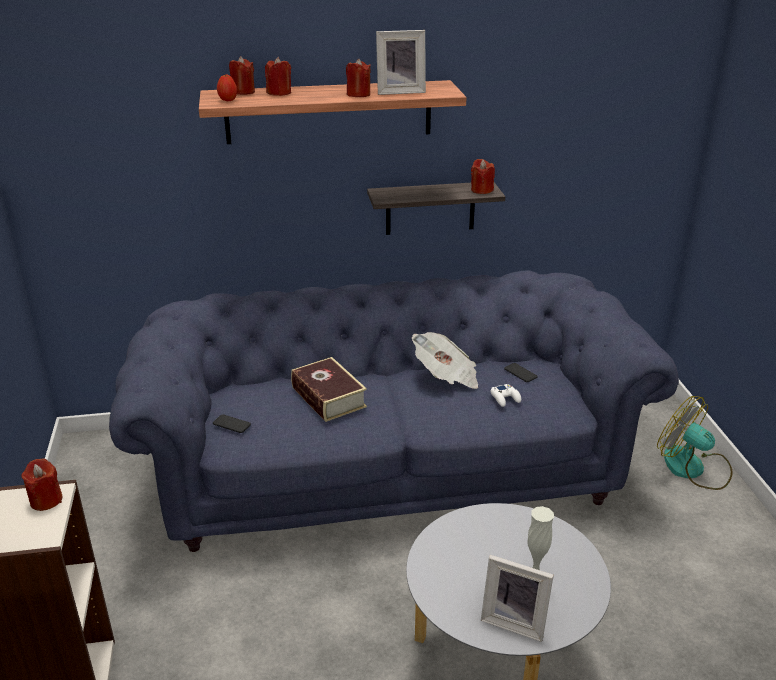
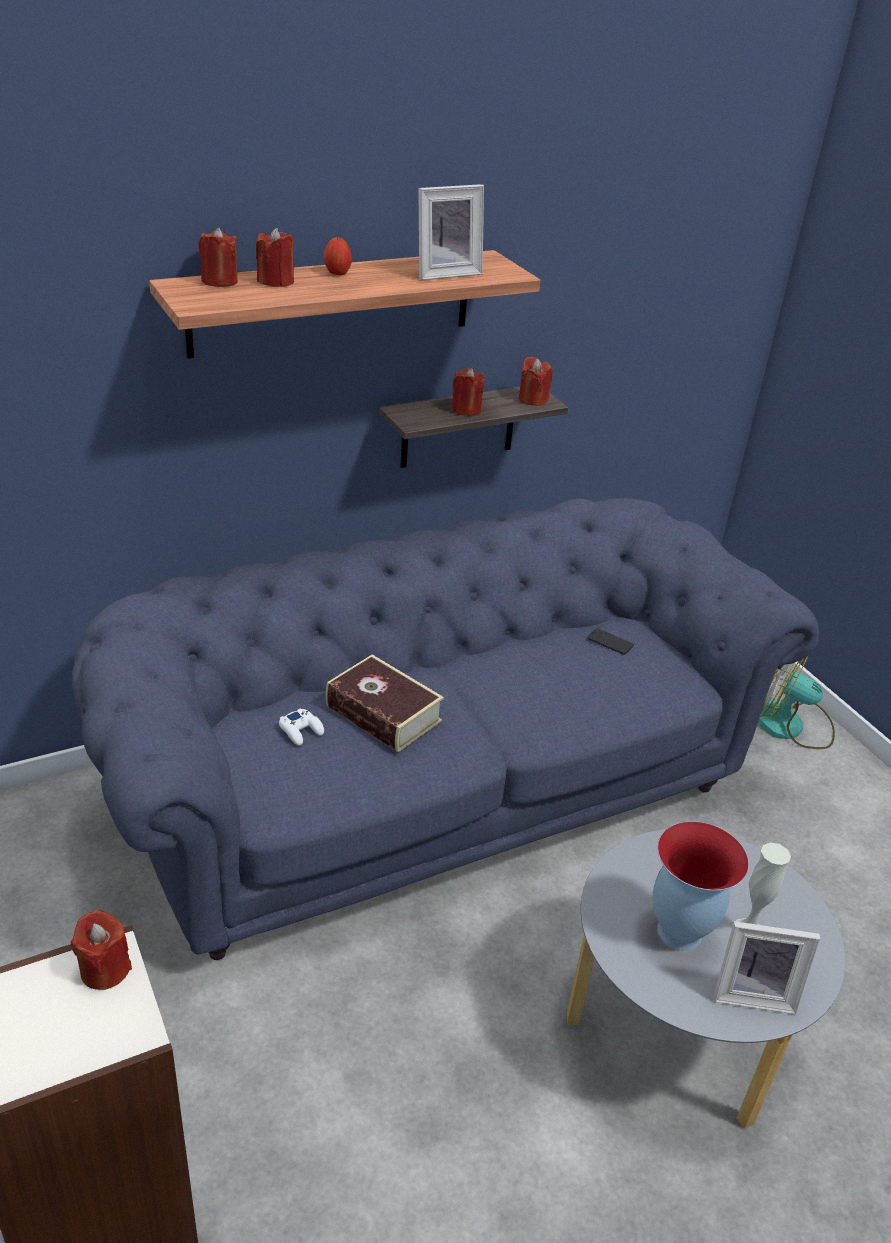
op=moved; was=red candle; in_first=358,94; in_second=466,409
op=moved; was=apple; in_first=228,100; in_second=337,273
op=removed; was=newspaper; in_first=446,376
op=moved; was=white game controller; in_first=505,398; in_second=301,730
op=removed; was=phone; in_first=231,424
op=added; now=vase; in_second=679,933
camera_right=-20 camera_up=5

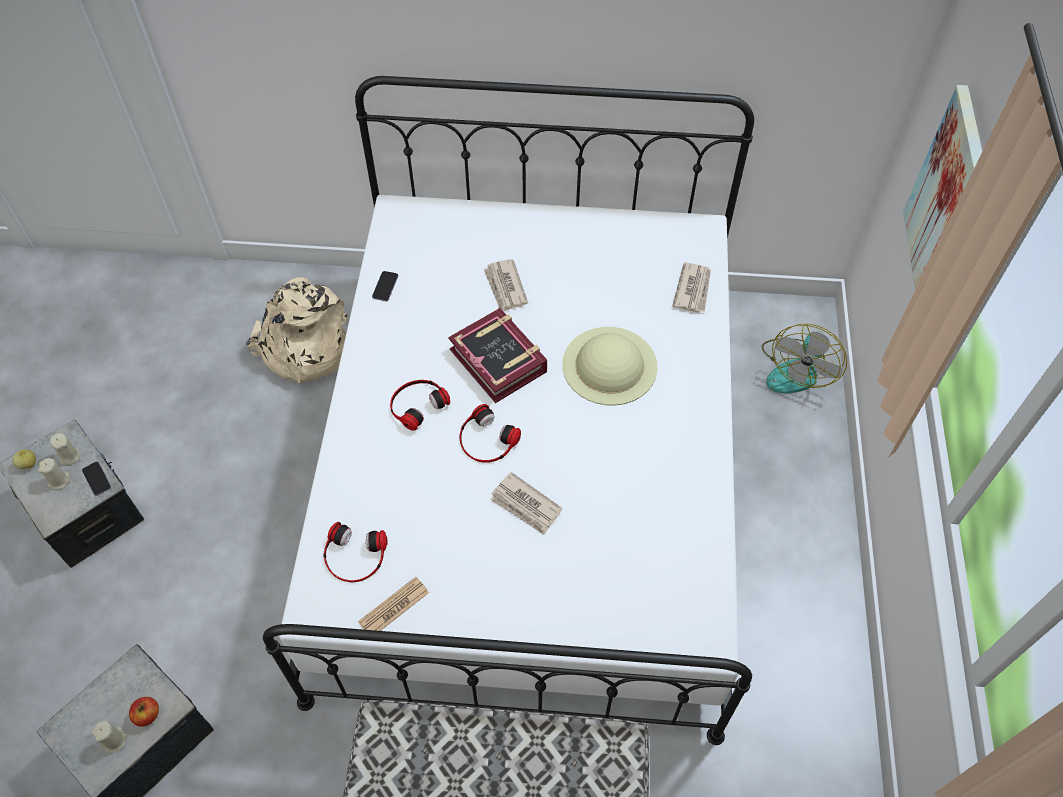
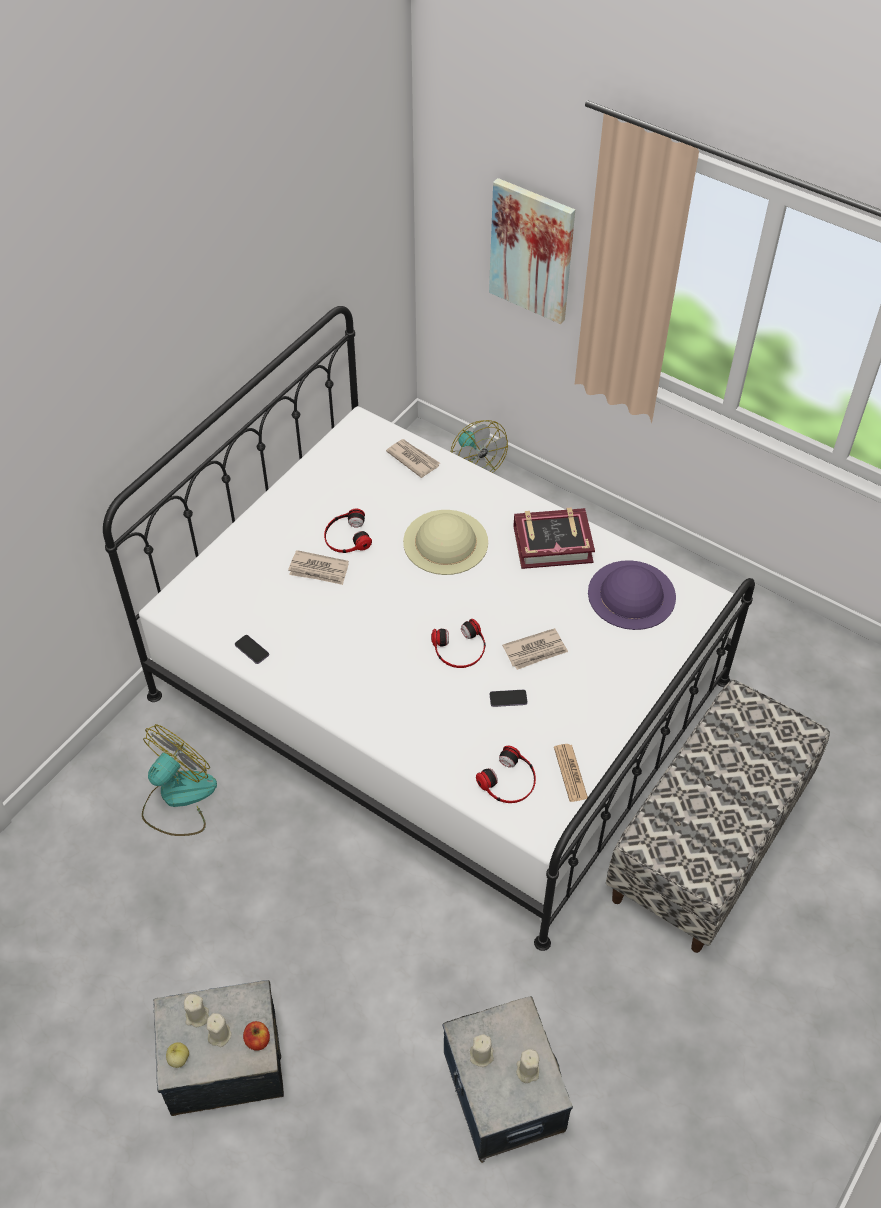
op=replaced; was=beige backpack; now=fan; in_first=304,348; in_second=178,798
op=moved; was=book; in_first=499,360; in_second=552,544
op=moved; was=headphones; in_first=417,404; in_second=346,537
op=moved; was=phone; in_first=97,479; in_second=508,699
op=moved; was=apple; in_first=147,715; in_second=257,1040
op=added; now=purple hat; in_second=631,594
op=added; now=beige candle; in_second=481,1055
camera_right=-60 camera_up=-5

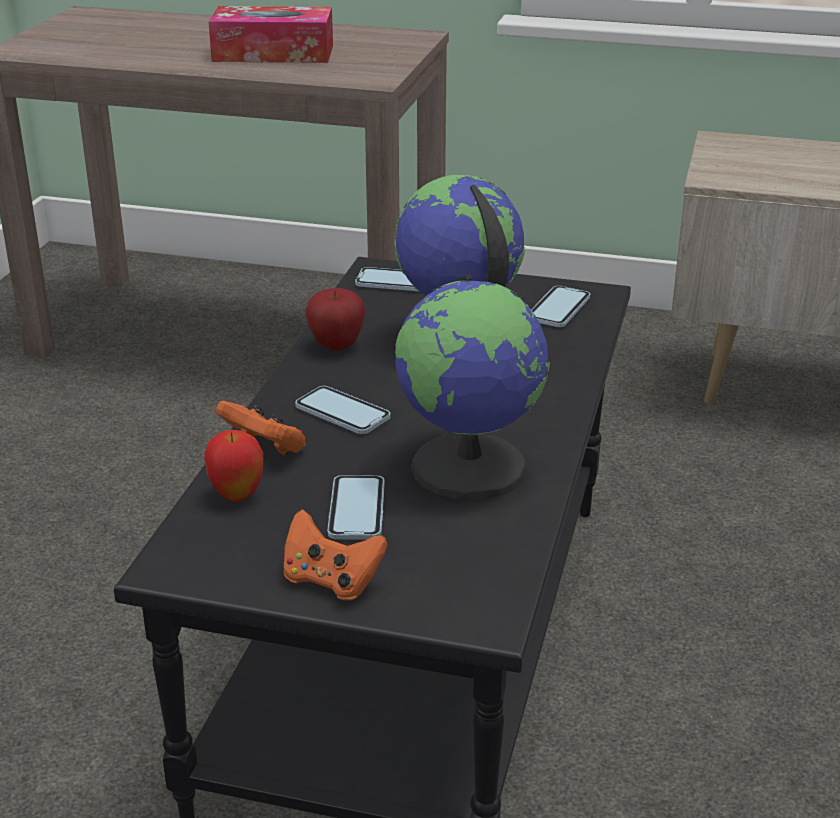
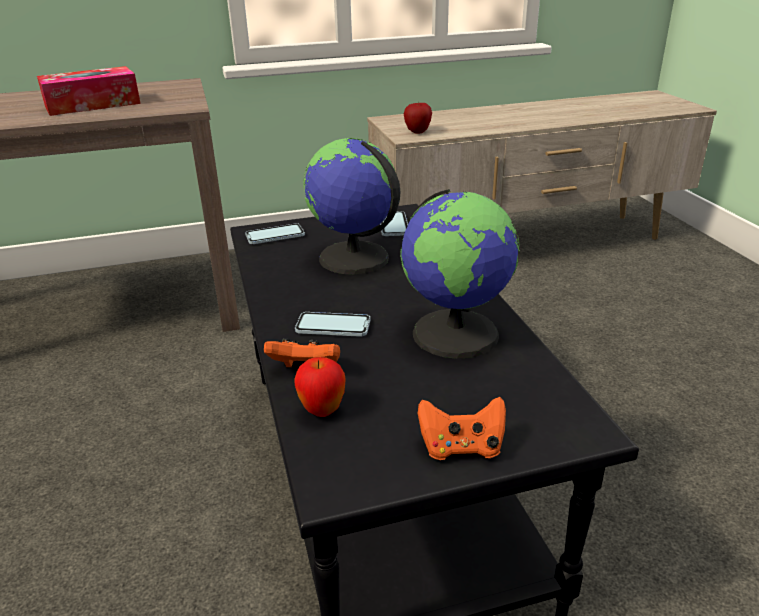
op=moved; was=apple; in_first=336,346; in_second=417,132
op=removed; was=phone; in_first=356,510
camera_right=-30 camera_up=0

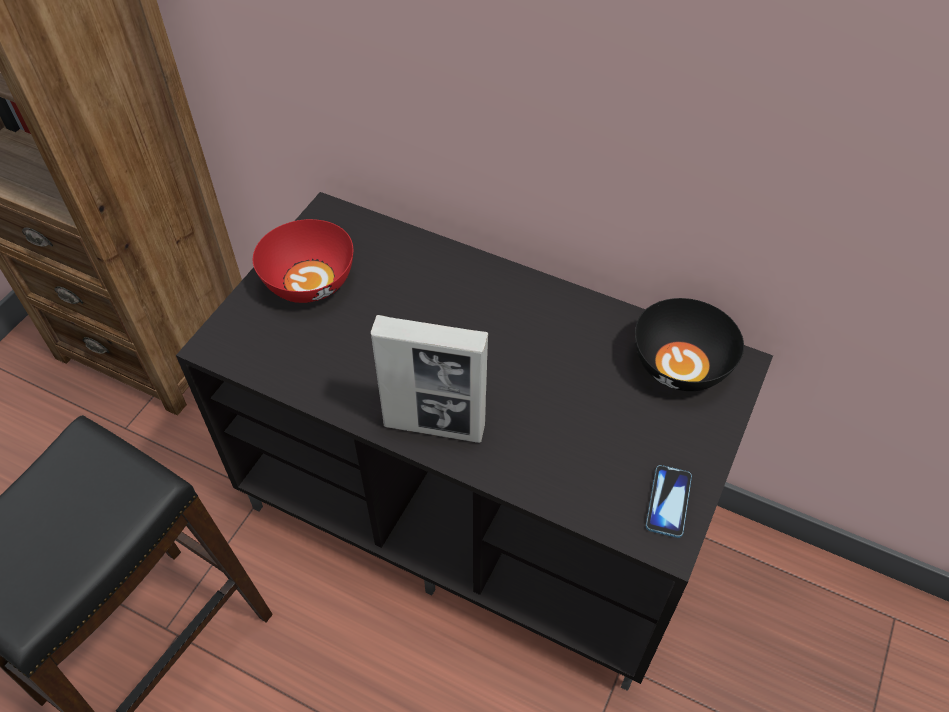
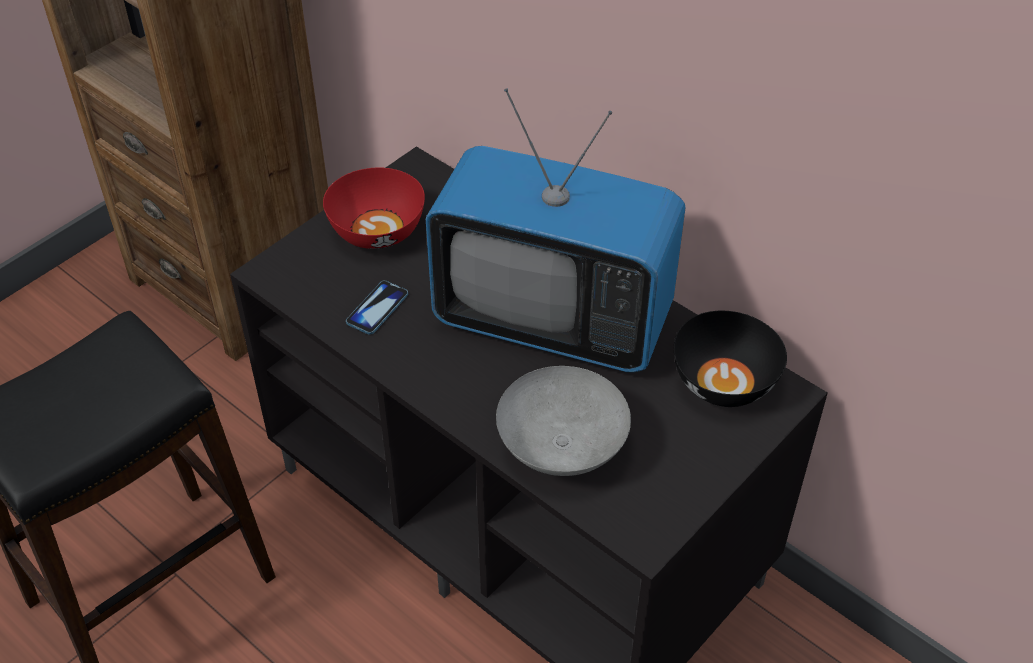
op=removed; was=picture frame; in_first=435,426
op=moved; was=phone; in_first=668,502; in_second=377,309
op=added; now=television; in_second=553,319
op=added; now=grey bowl; in_second=560,449
camera_right=15 camera_up=-5

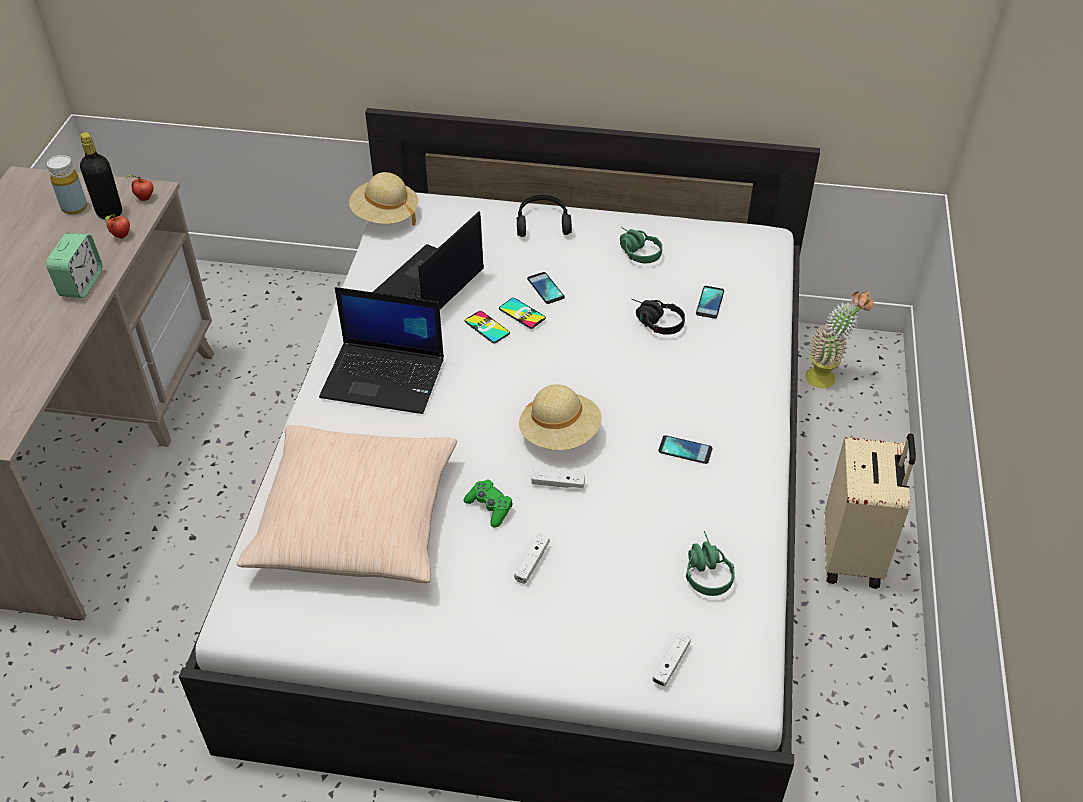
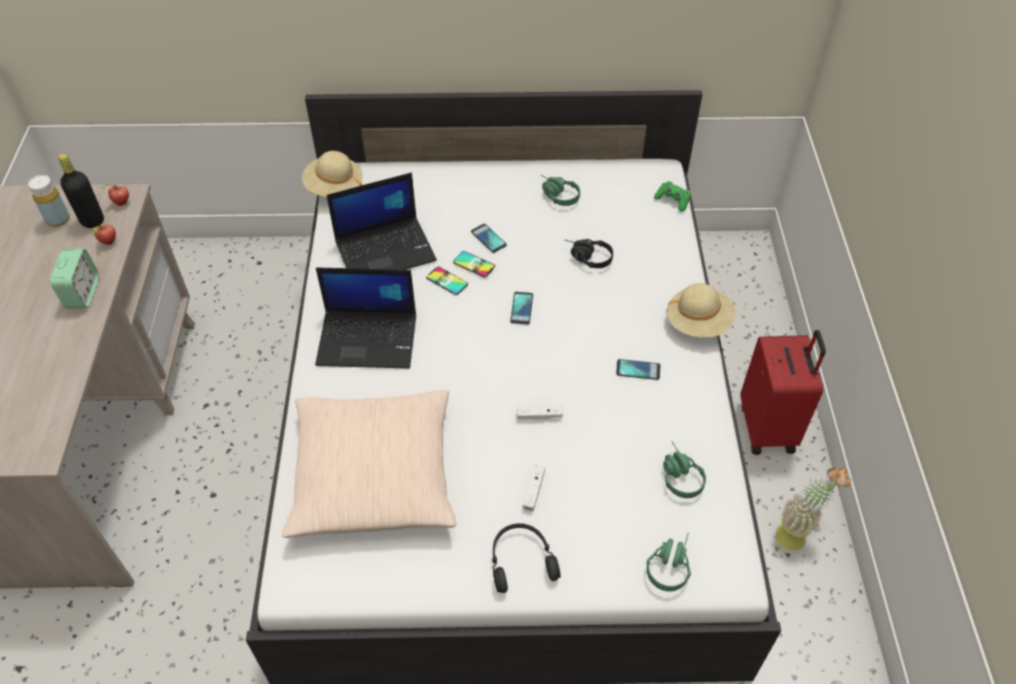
op=moved; was=black headphones; in_first=542,222; in_second=521,560
op=turned; was=laptop; in_first=426,286; in_second=386,250; clockwise=-135
op=moved; was=phone; in_first=710,302; in_second=521,308
op=moved; was=potted plant; in_first=827,376; in_second=797,533
op=moved; was=beige hat; in_first=560,434; in_second=698,322
op=recoloured; was=beige suitcase; now=red suitcase; in_first=853,555; in_second=768,428
op=moved; was=green game controller; in_first=489,507; in_second=672,200
op=replaced; was=white game controller; now=green headphones; in_first=671,664; in_second=669,563
camera_right=-10 camera_up=5

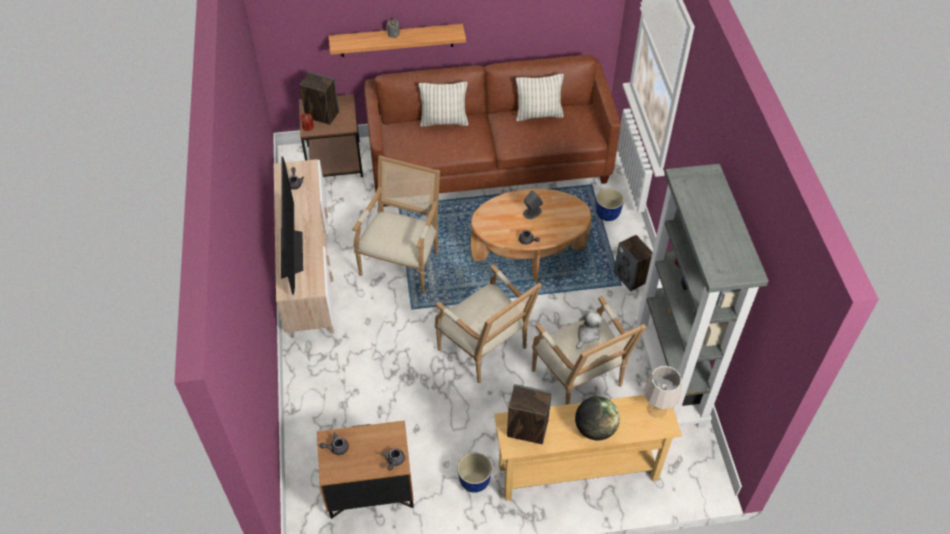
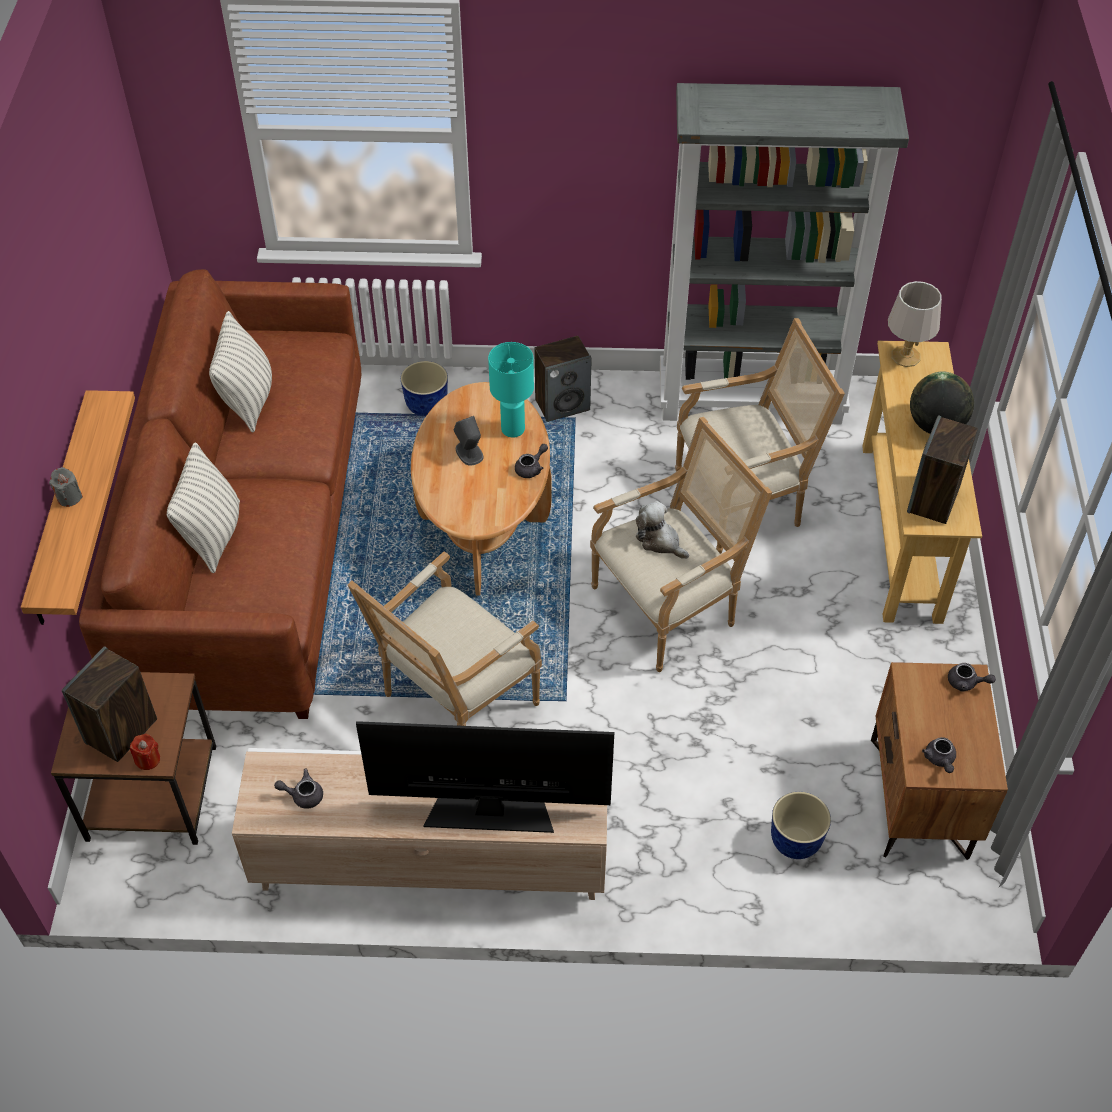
op=turned; was=armchair; in_first=402,261; in_second=453,702; clockwise=-75
op=moved; was=plush toy; in_first=587,334; in_second=660,541
op=moved; was=planter; in_first=474,482; in_second=796,842
op=added; now=turquoise table lamp; in_second=513,429
camera_right=-80 camera_up=0

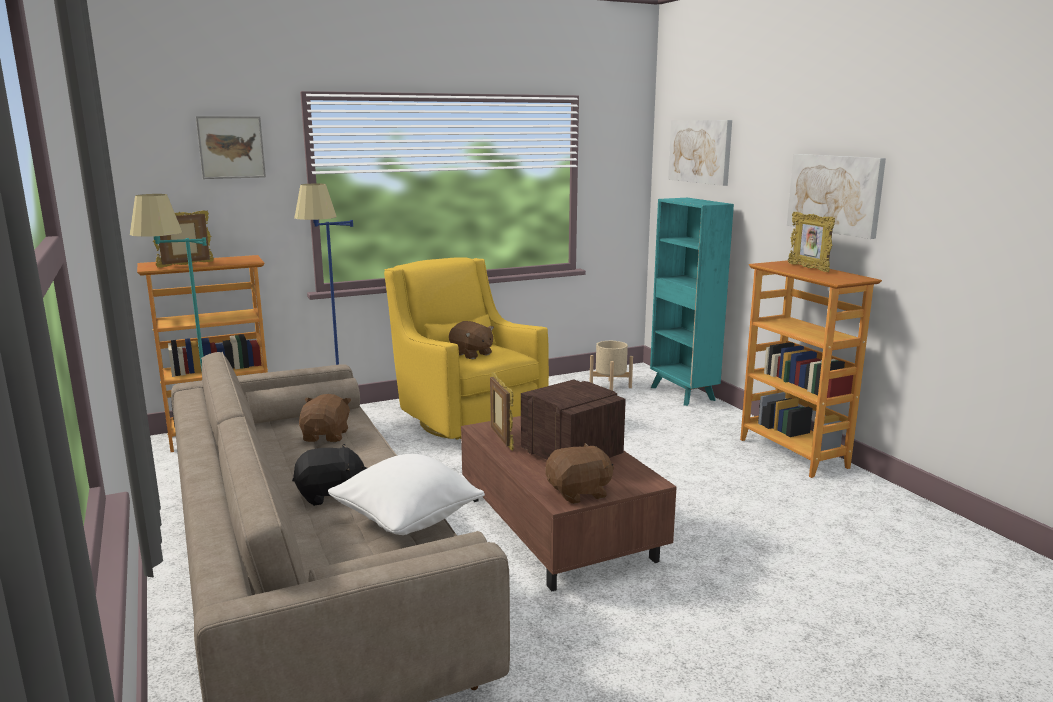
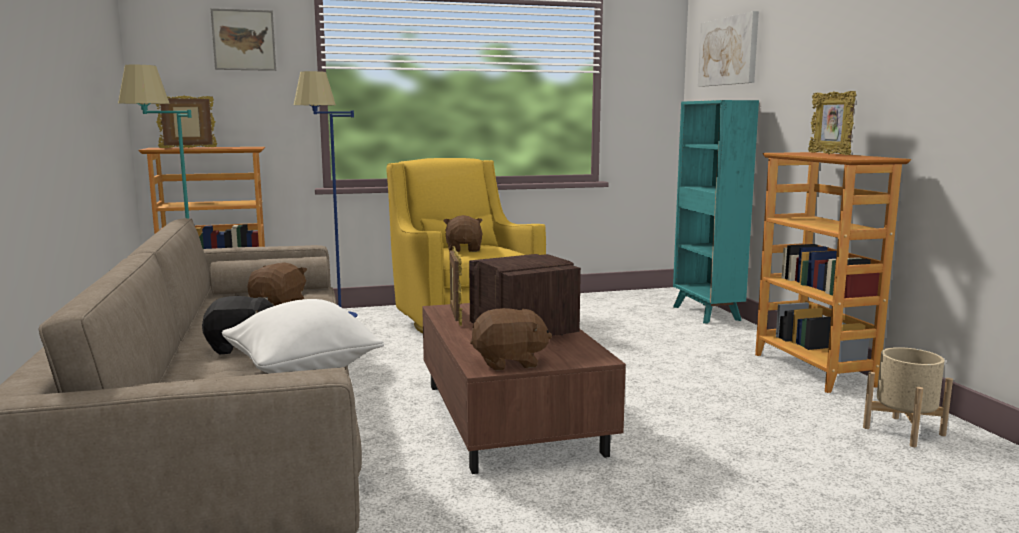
op=removed; was=picture; in_first=835,194
op=turned; was=brown plush toy; in_first=471,354; in_second=464,249; clockwise=-150
op=moved; was=beige planter; in_first=610,387; in_second=903,431
camera_right=10 camera_up=-5

